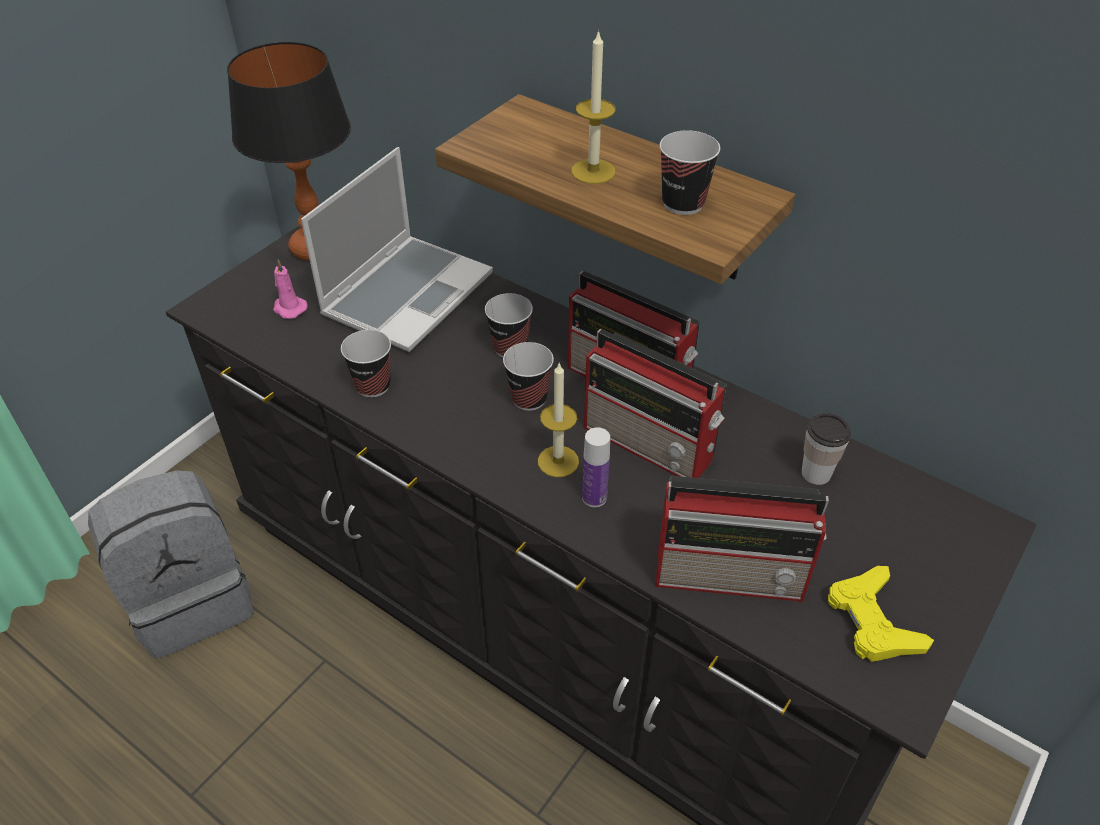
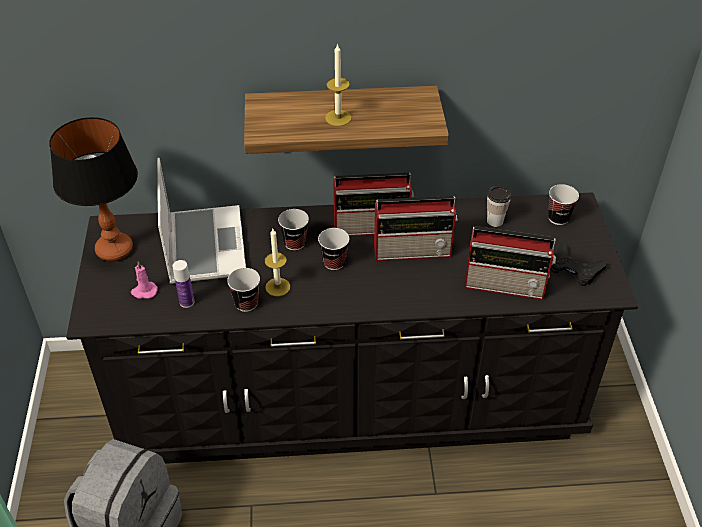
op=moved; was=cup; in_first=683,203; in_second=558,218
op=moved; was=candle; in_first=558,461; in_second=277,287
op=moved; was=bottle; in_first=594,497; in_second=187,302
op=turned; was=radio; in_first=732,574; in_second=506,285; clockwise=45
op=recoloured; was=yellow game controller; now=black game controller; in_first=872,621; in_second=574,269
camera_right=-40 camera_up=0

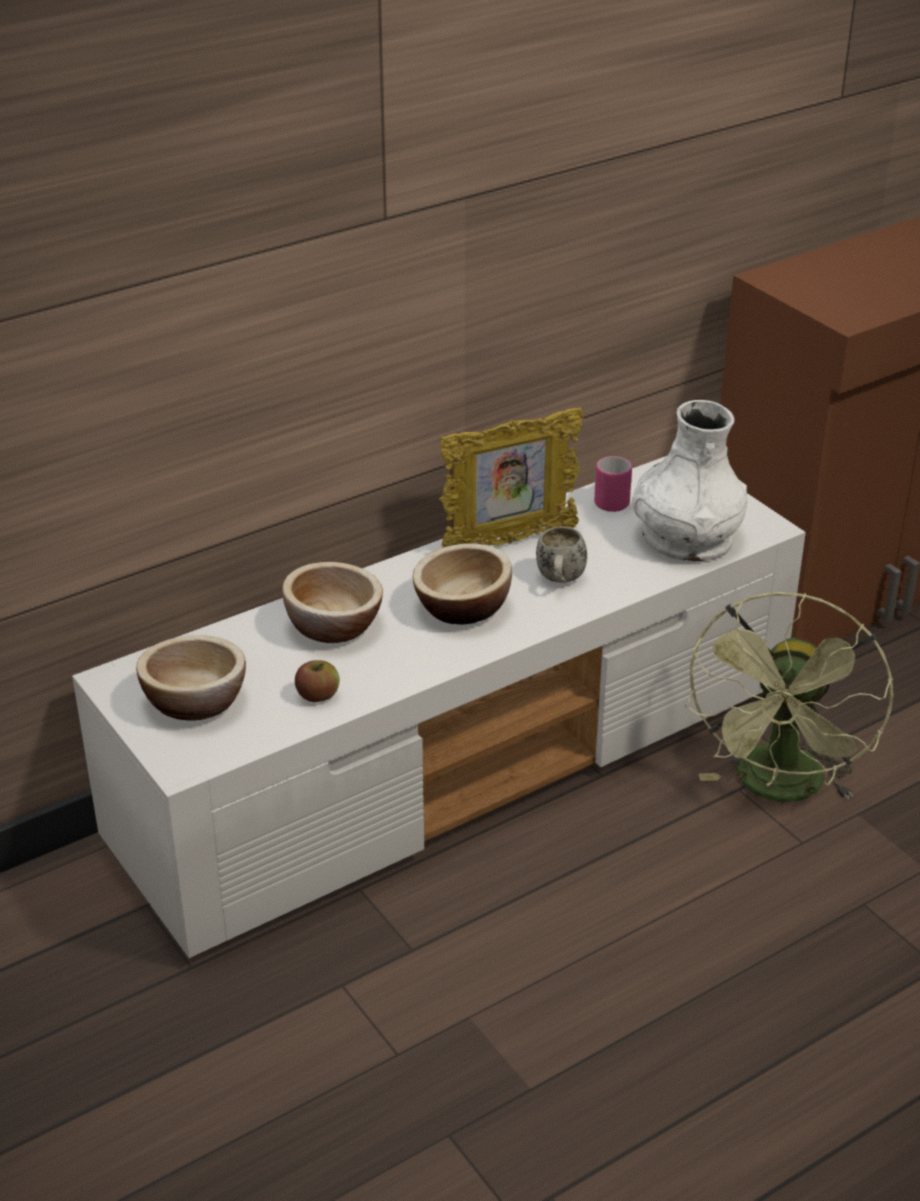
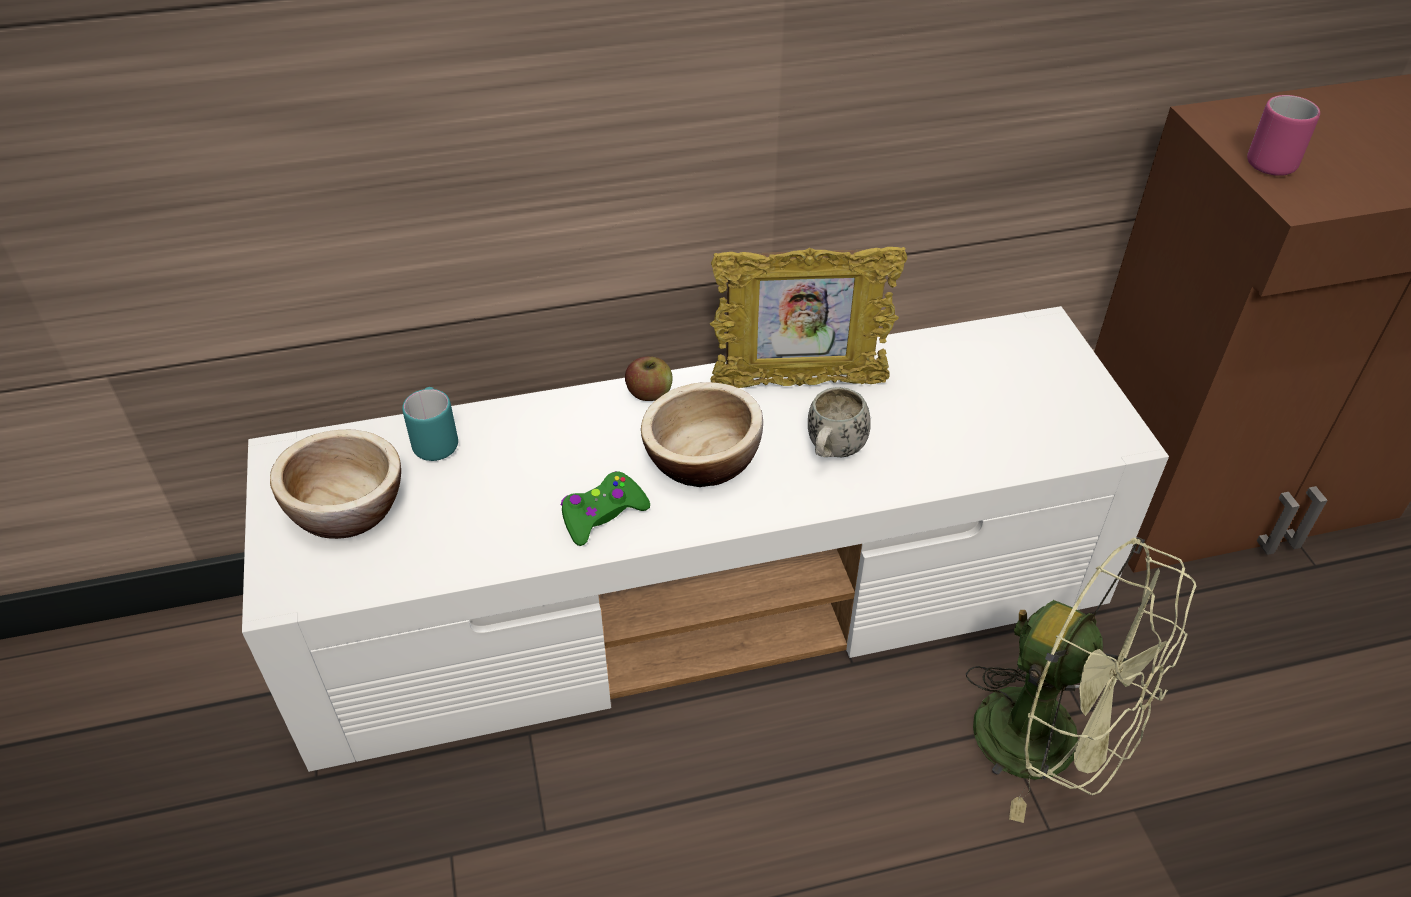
op=removed; was=white vase; in_first=686,537
op=moved; was=pink mug; in_first=613,500; in_second=1274,160
op=removed; was=bowl; in_first=333,625
op=turned; was=green fan; in_first=779,789; in_second=1050,745; clockwise=-90
op=moved; was=apple; in_first=318,695; in_second=649,393
op=added; now=turquoise mug; in_second=436,440
op=added; now=green game controller; in_second=602,514
camera_right=20 camera_up=10

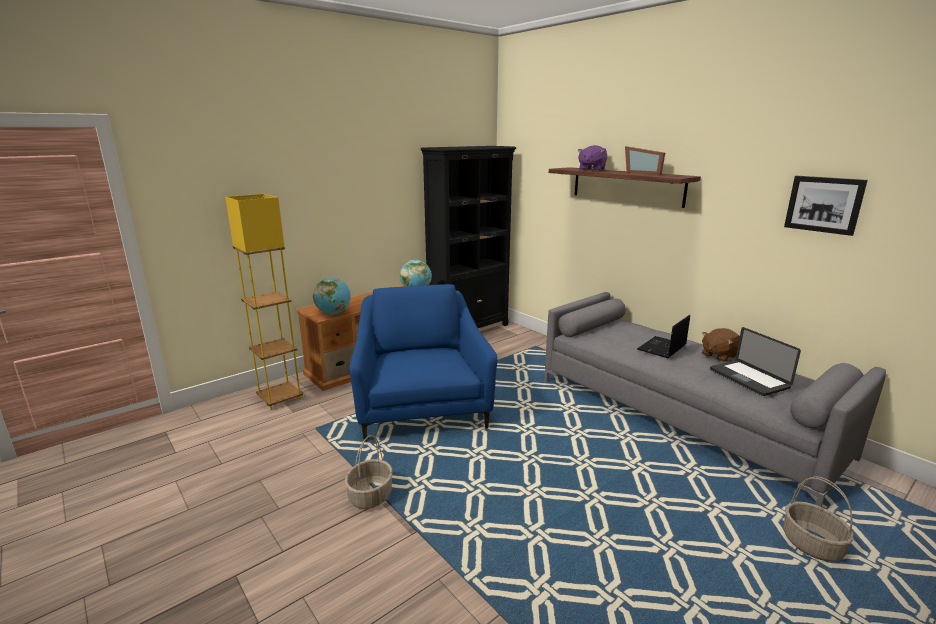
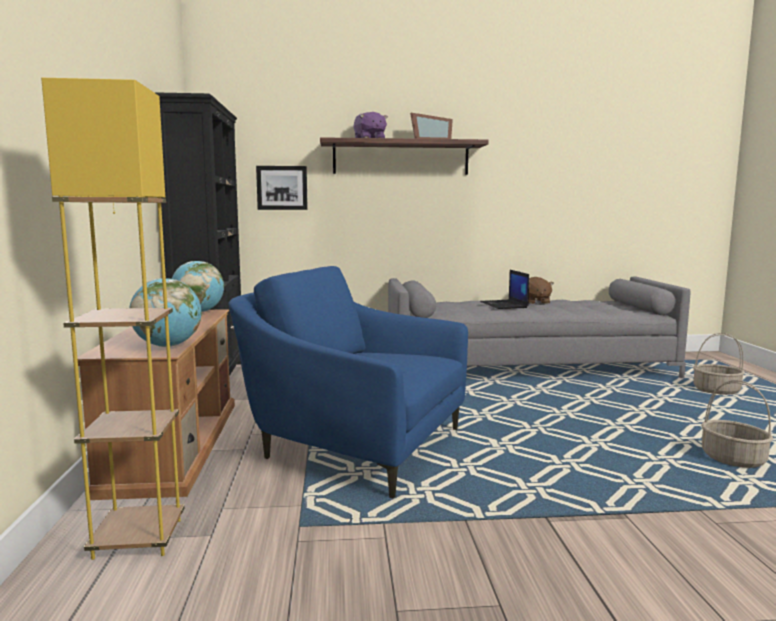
op=moved; was=picture; in_first=824,204; in_second=282,188
op=removed; was=laptop; in_first=748,378
op=moved; was=basket; in_first=370,496; in_second=733,459
camera_right=-55 camera_up=-10

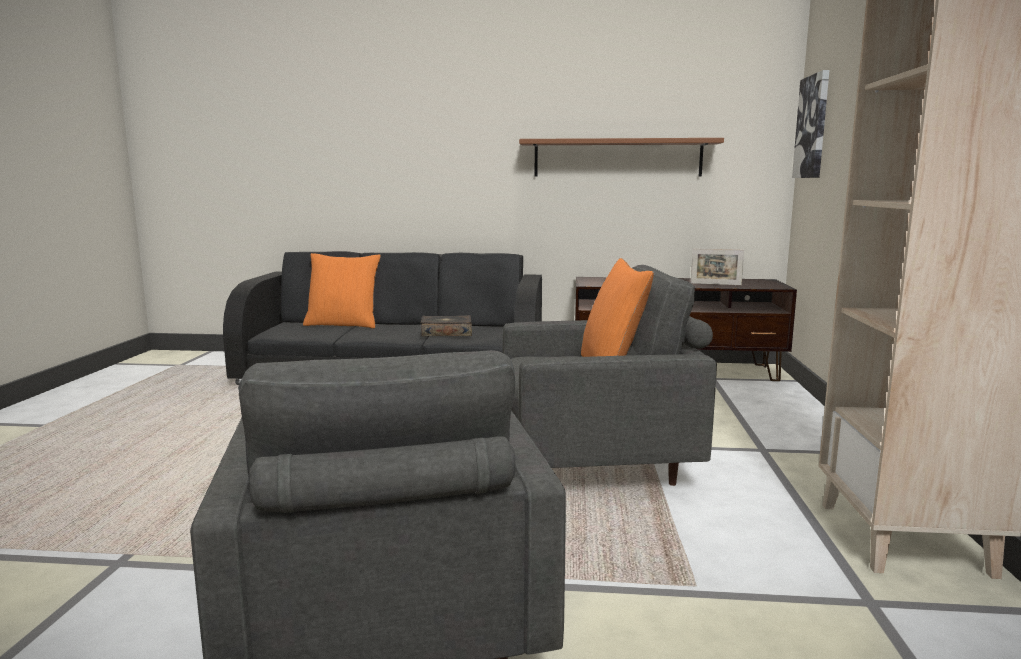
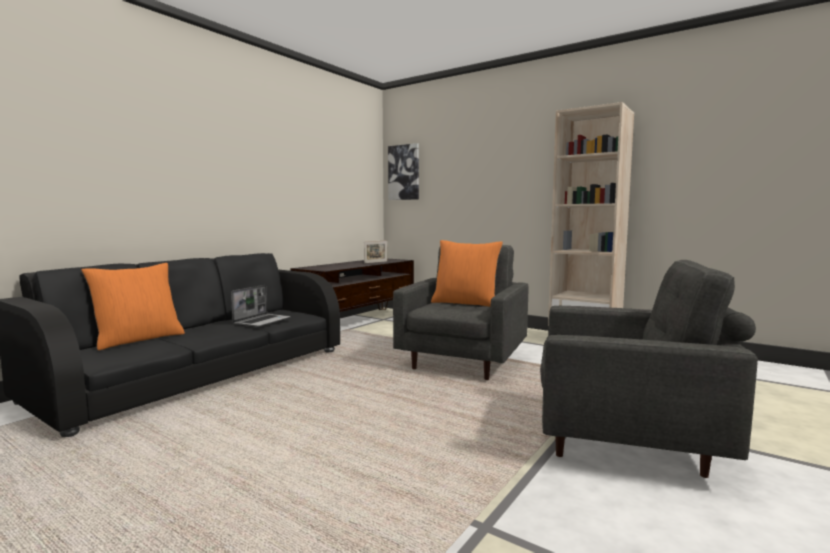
op=removed; was=brown shelf; in_first=617,158
op=replaced; was=book; now=laptop; in_first=446,333; in_second=262,321
camera_right=-60 camera_up=-5

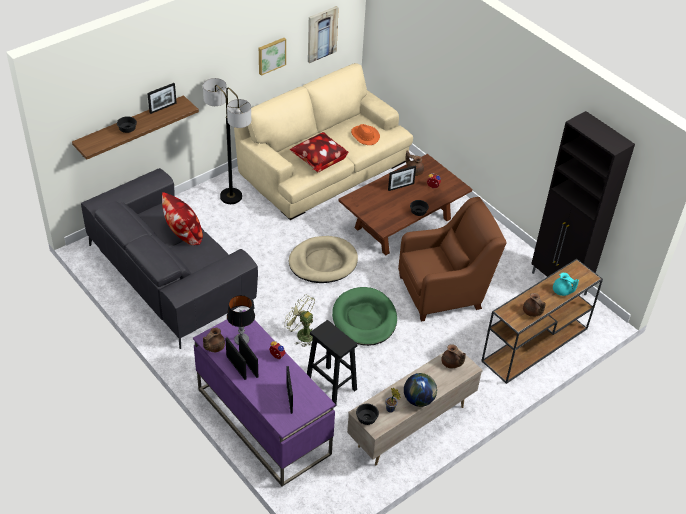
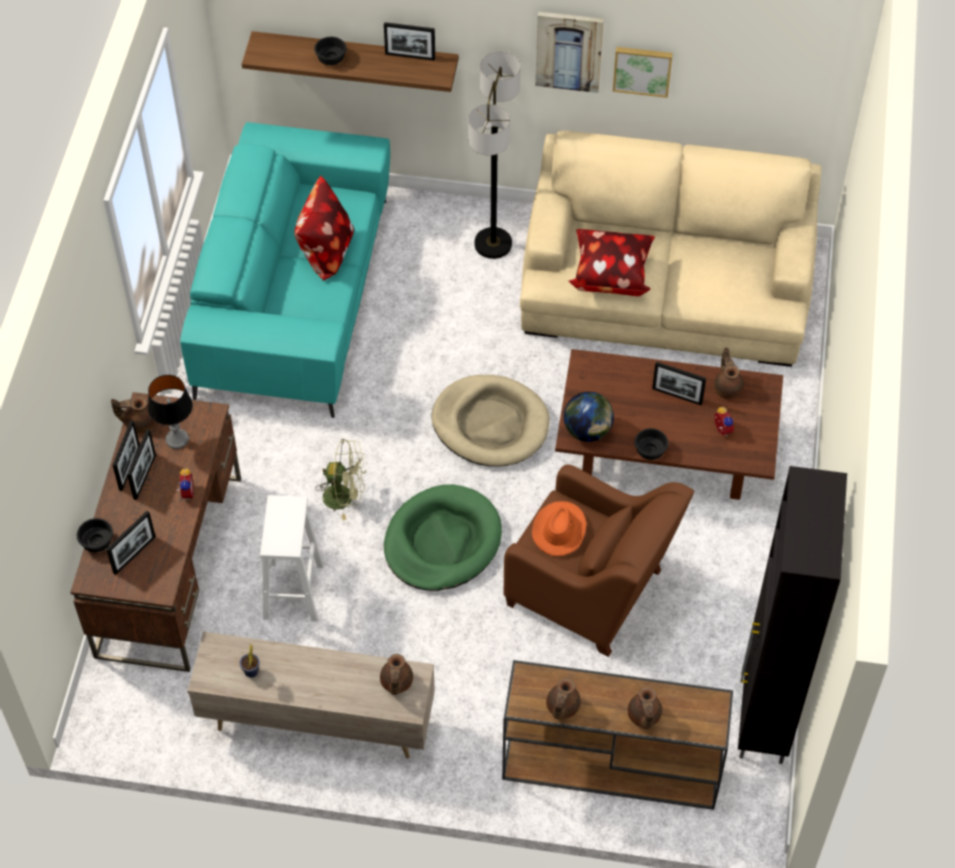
op=moved; was=picture; in_first=322,34; in_second=569,50
op=moved; was=orange hat; in_first=364,136; in_second=559,530
op=recoloured; was=grey sofa; now=turquoise sofa; in_first=170,275; in_second=295,297
op=recoloured; was=turquoise teapot; now=brown teapot; in_first=562,291; in_second=644,716
op=turned; was=green fan; in_first=302,334; in_second=345,497; clockwise=105
op=recoloured; was=purple desk; now=brown desk; in_first=263,421; in_second=170,565
op=recoloured; was=black stool; now=white stool; in_first=331,387; in_second=293,592
op=moved; was=globe; in_first=419,399; in_second=587,431
op=moved; was=black bowl; in_first=366,419; in_second=96,543
camera_right=50 camera_up=10

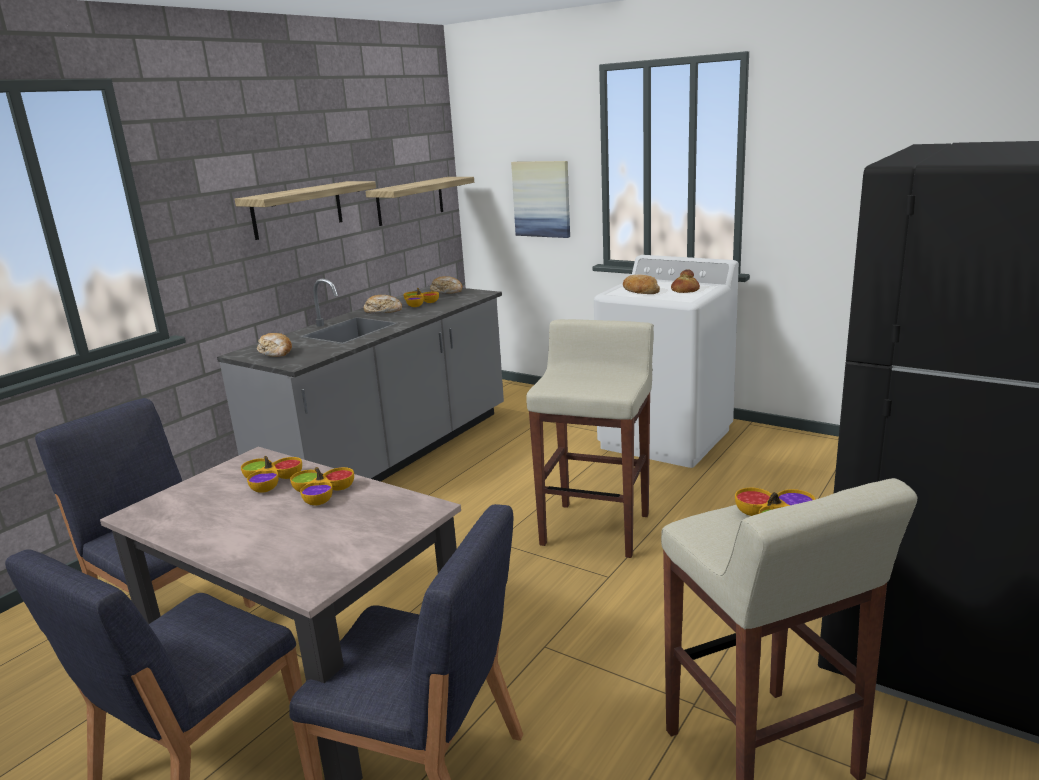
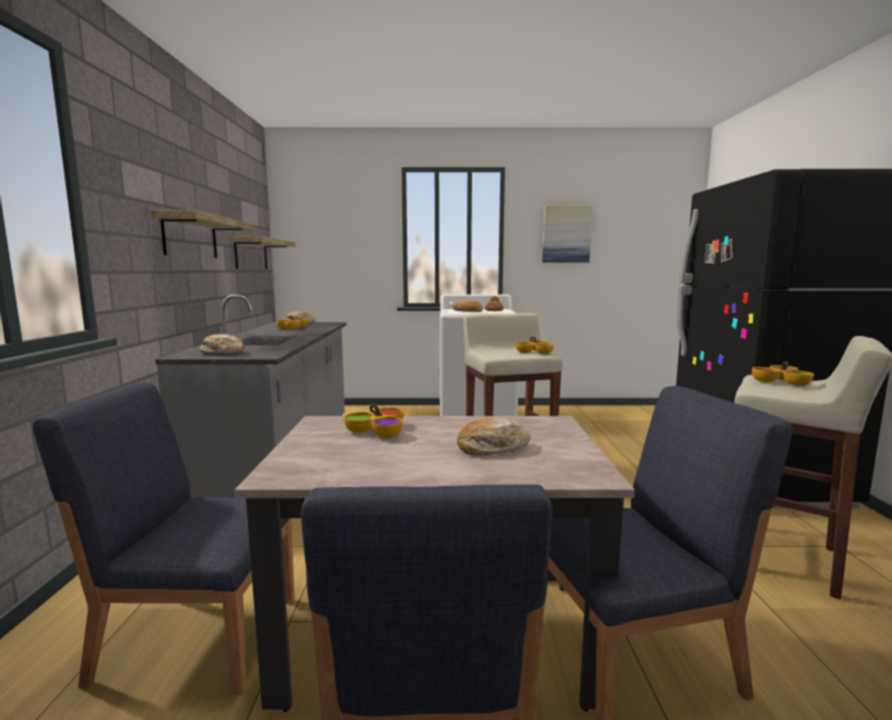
op=moved; was=picture; in_first=542,199; in_second=566,234
op=moved; was=bread; in_first=383,311; in_second=492,447
op=moved; was=bowl; in_first=322,493; in_second=535,352
camera_right=-35 camera_up=-10

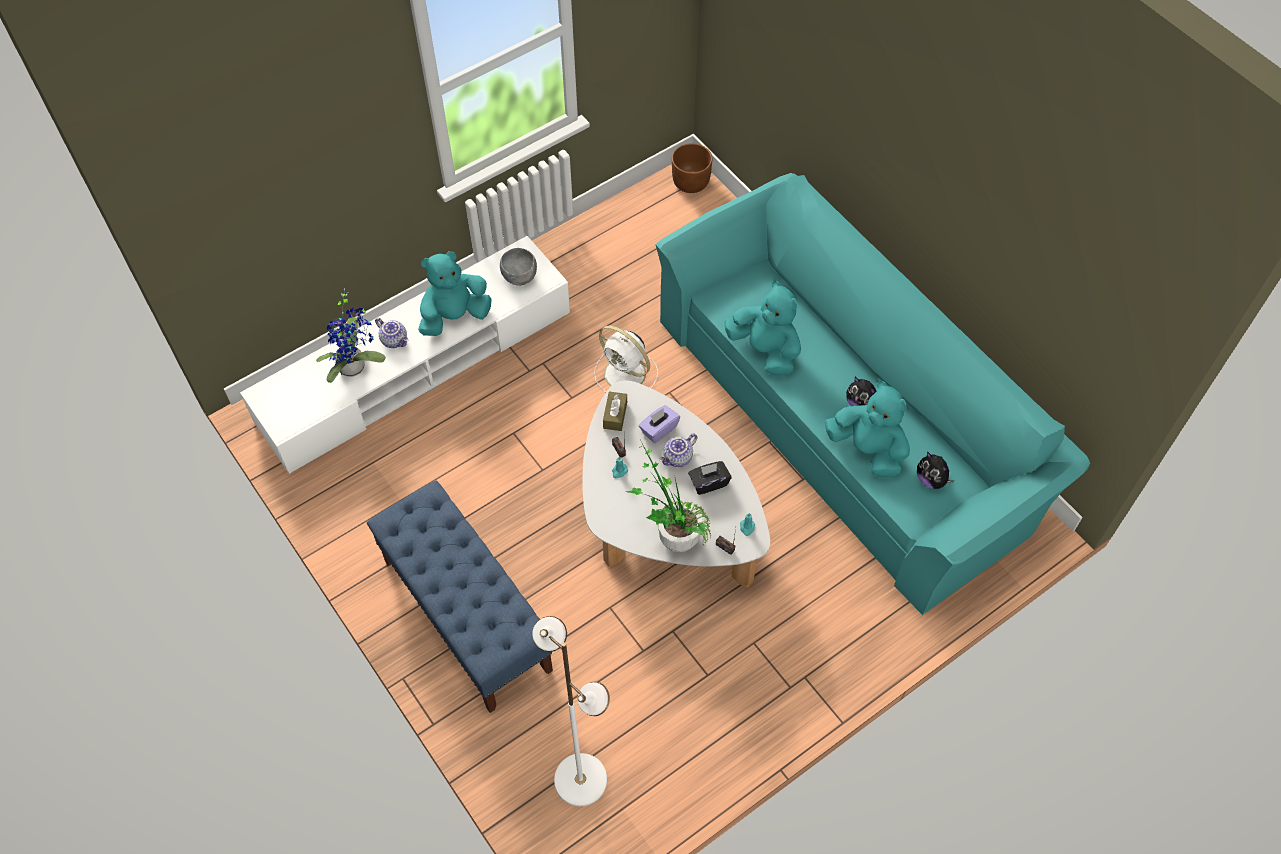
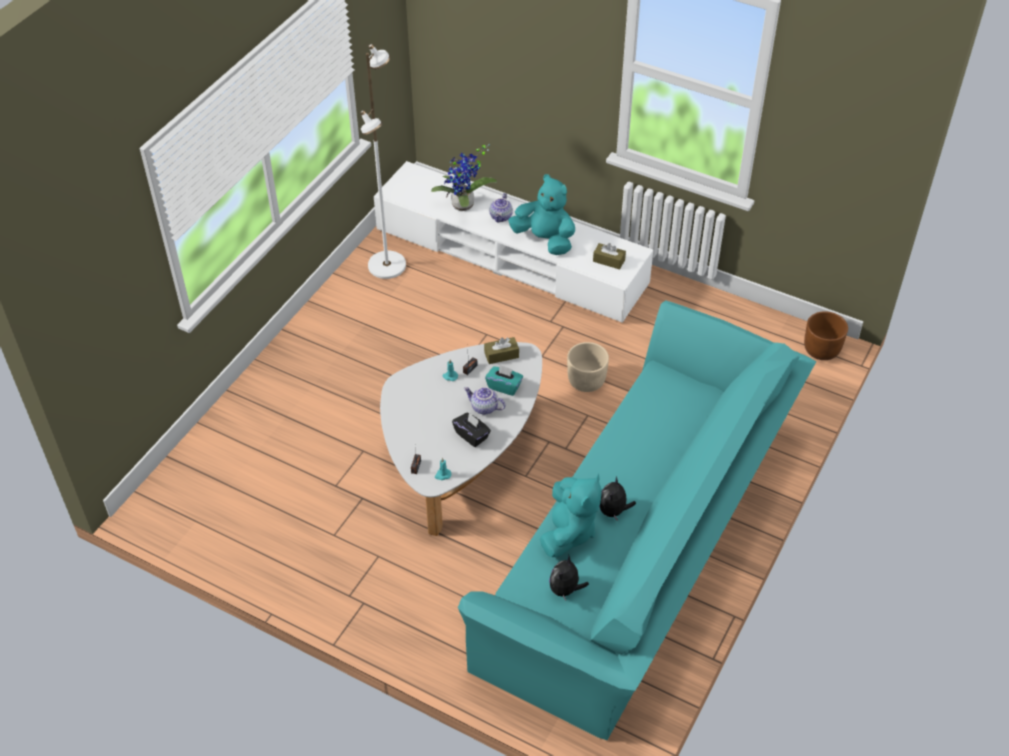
op=replaced; was=grey bowl; now=brown tissue box; in_first=519,277; in_second=609,260
op=removed; was=turquoise plush toy; in_first=765,350
op=replaced; was=white fan; now=beige planter; in_first=626,375; in_second=586,381
op=recoloured; was=purple tissue box; now=turquoise tissue box; in_first=659,429; in_second=504,386
op=removed; was=potted plant; in_first=672,534
op=removed; was=blue bench; in_first=466,615
op=moved; was=white floor lamp; in_first=581,779; in_second=388,265
camera_right=65 camera_up=-10

